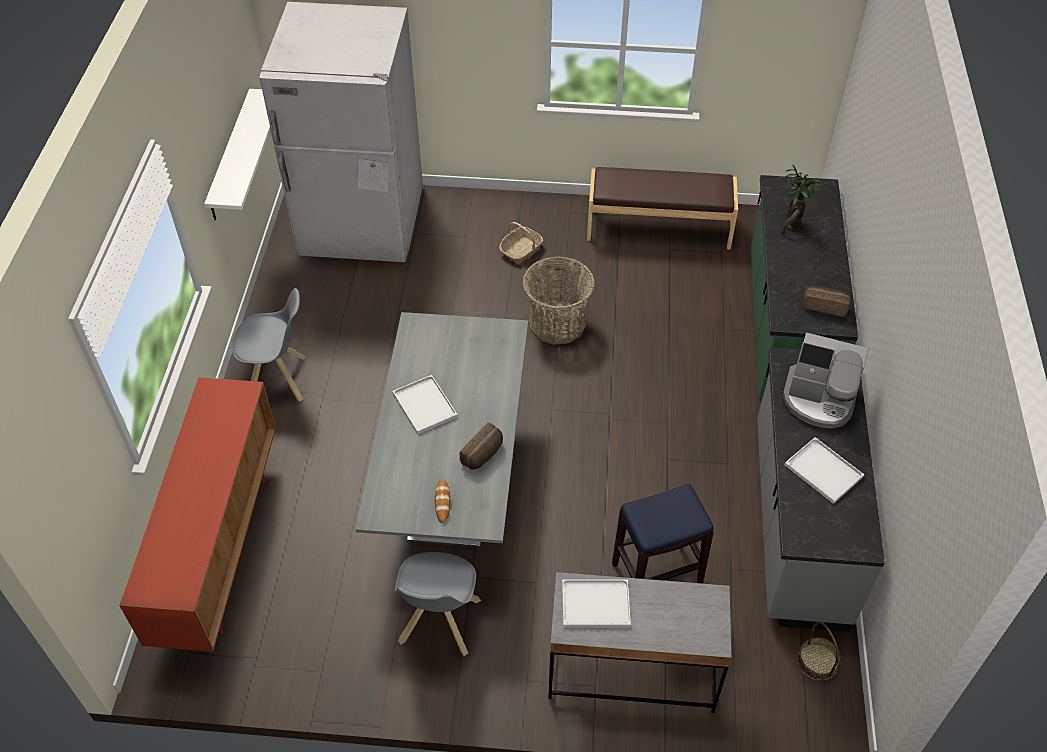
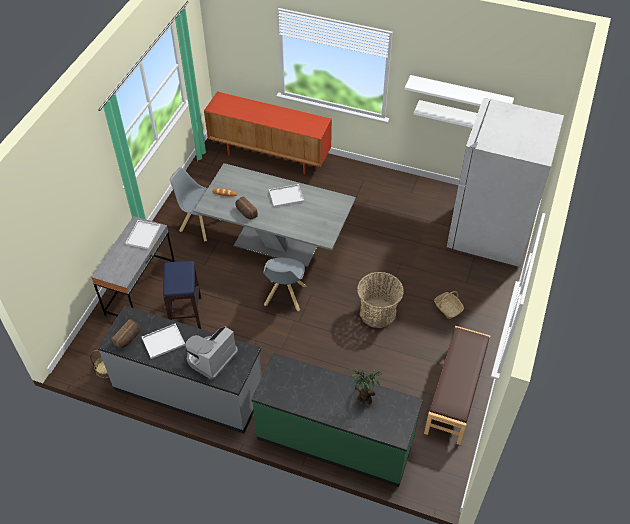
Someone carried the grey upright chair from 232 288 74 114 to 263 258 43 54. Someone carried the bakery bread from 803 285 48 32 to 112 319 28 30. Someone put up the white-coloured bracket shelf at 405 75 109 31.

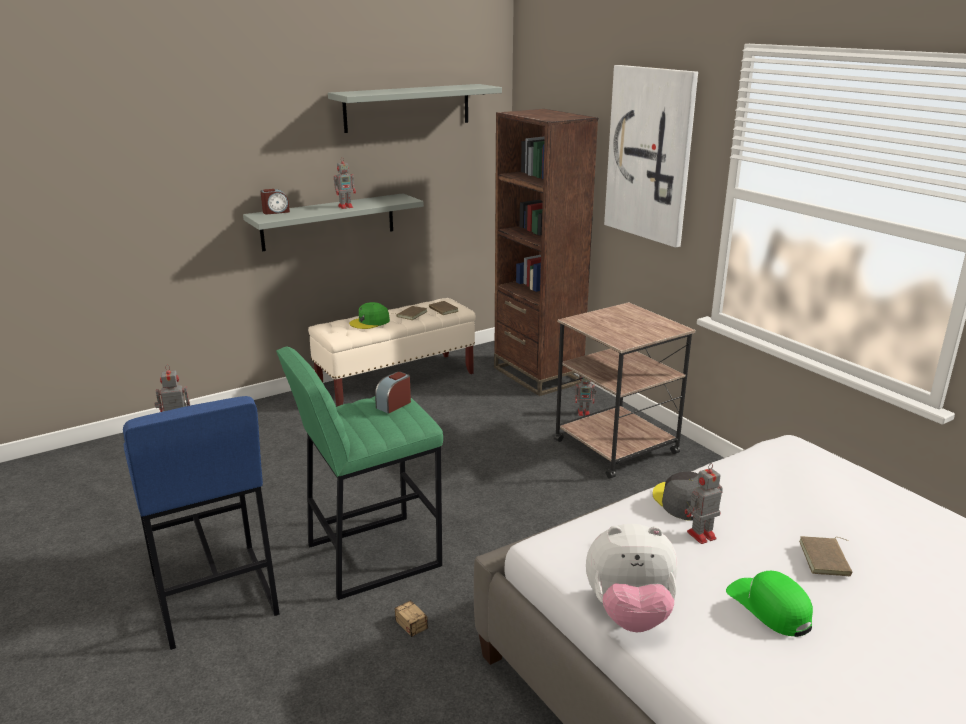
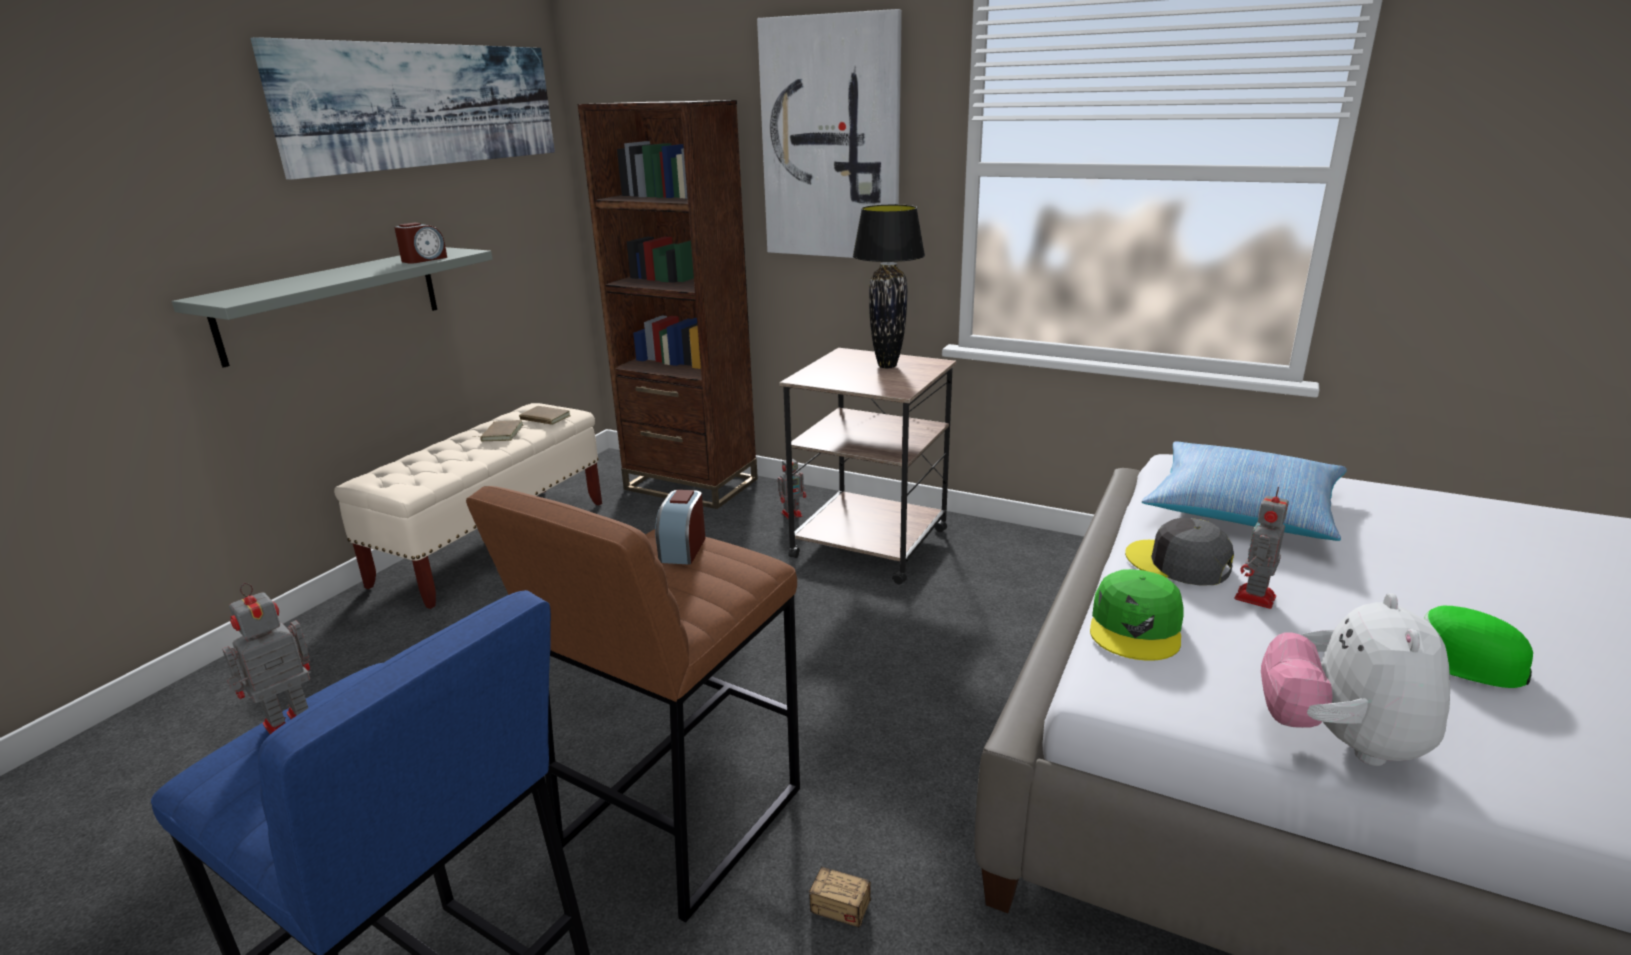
Someone carried the bedside clock from 261 189 29 25 to 394 222 53 42. Someone repainted the greenish sitting stool at 276 347 167 253, which became the brown-coloured sitting stool at 466 486 334 437. Someone swapped the grey bracket shelf at 328 84 174 49 for the wall art at 250 37 305 143. Someone took away the robot figure at 334 157 22 52. Someone carried the greenish baseball cap from 349 302 41 27 to 1090 569 94 91. Someone rotated the cuddly toy at 586 524 92 108 by 135 degrees clockwise. Someone took away the brown-coloured book at 799 536 53 40. Someone put down the blackish lamp for a table at 852 204 73 164. Someone put down the throw pillow at 1142 441 205 100.

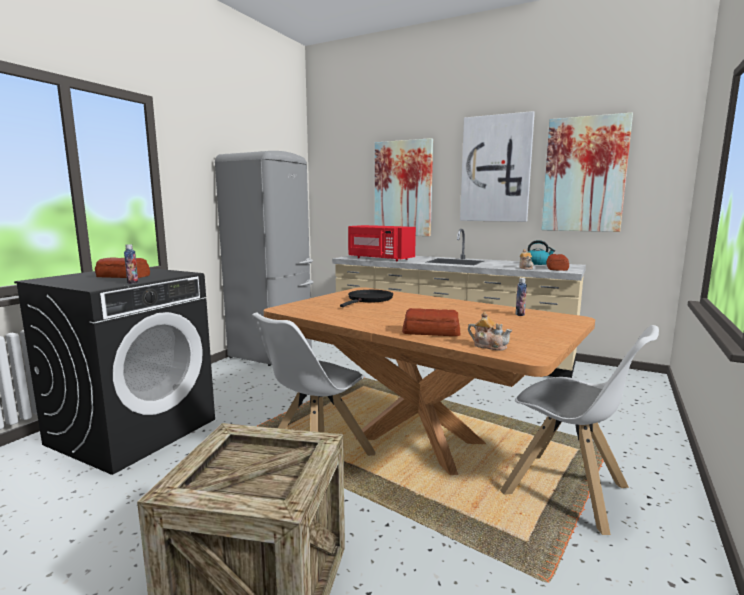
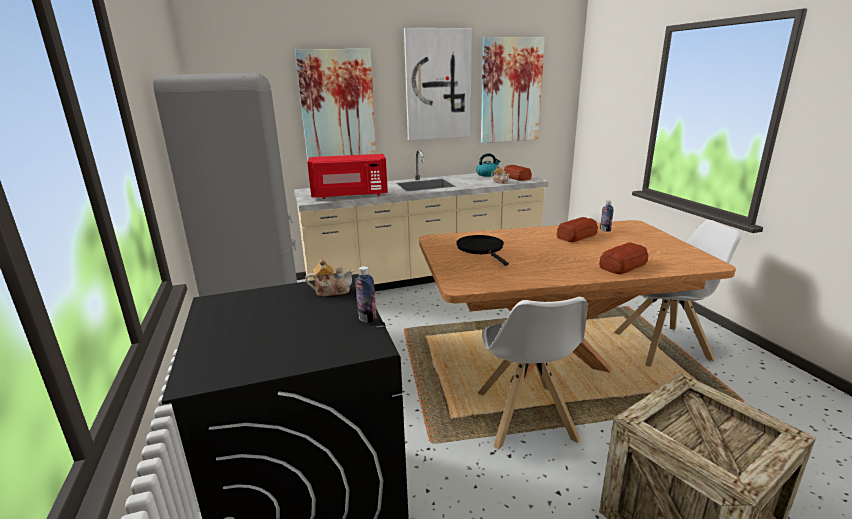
Someone carried the bakery bread from 95 258 55 20 to 557 217 41 25. Someone carried the teapot from 468 312 45 39 to 305 259 49 37.

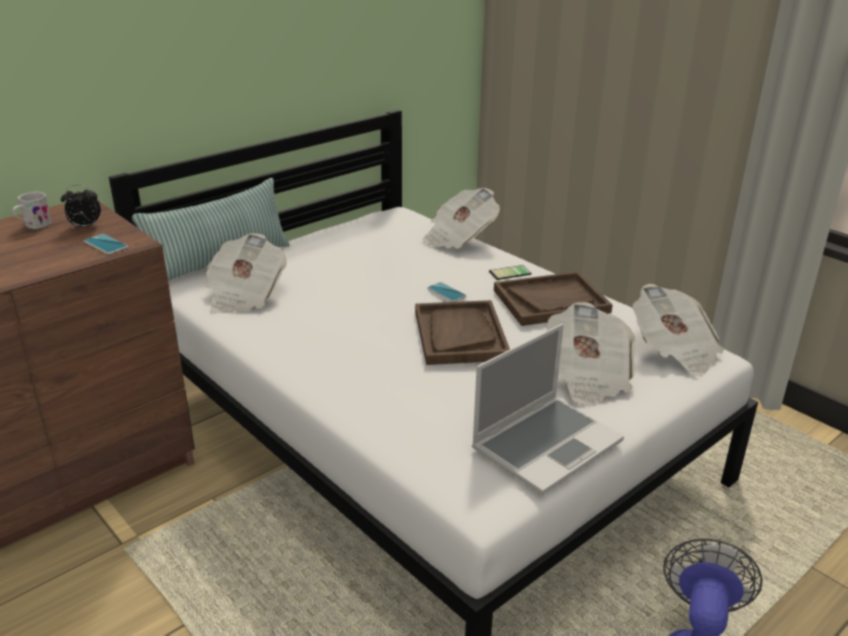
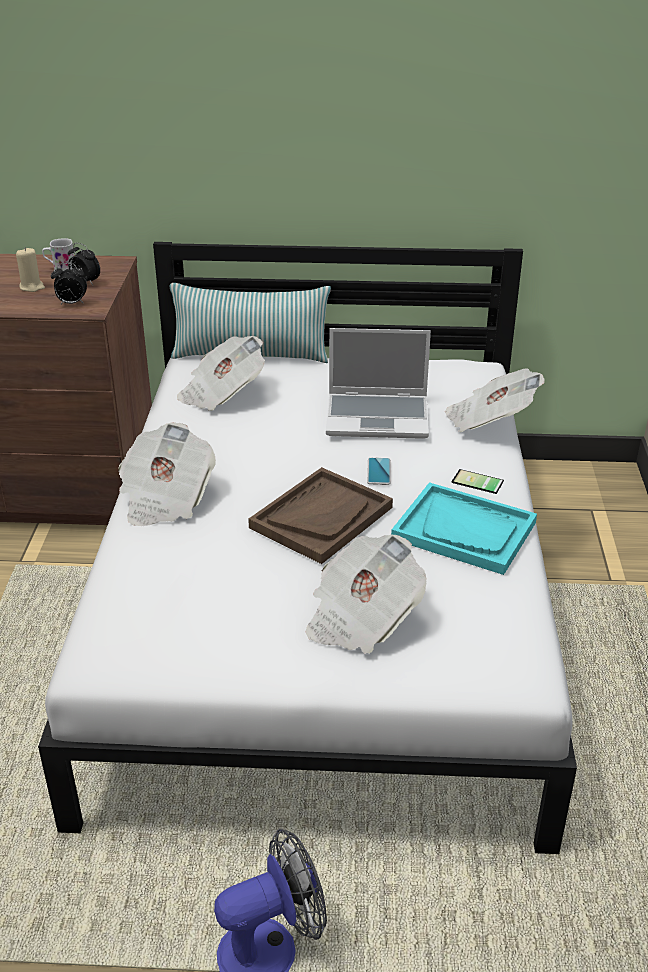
Someone swapped the telephone at 84 234 45 21 for the bedside clock at 51 263 36 41. Someone carried the laptop from 472 324 152 171 to 326 328 105 111. Someone repainted the brown-coloured carrying tray at 494 271 119 55, which became the turquoise-coloured carrying tray at 391 482 146 93. Someone carried the newspaper from 632 284 92 93 to 118 422 98 104. Someone put down the sand-coloured candle at 16 247 29 45.

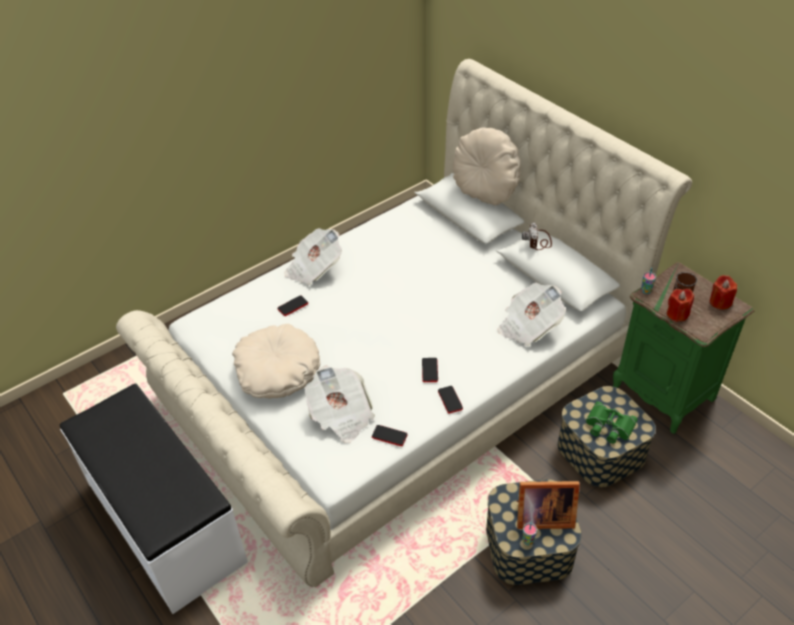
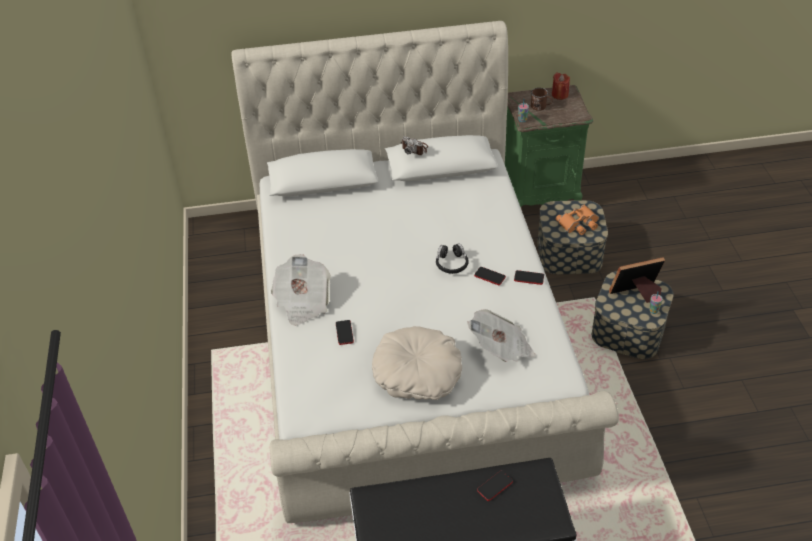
Someone carried the telephone from 372 425 36 21 to 477 470 36 31. Someone took away the sand-coloured throw pillow at 453 127 68 79. Someone took away the newspaper at 498 283 67 63. Someone rotated the photo frame at 516 481 64 48 by 135 degrees counterclockwise. Someone repainted the greenish pair of binoculars at 586 402 52 42, which became the orange pair of binoculars at 555 205 44 30. Someone took away the reddish candle at 667 289 27 33. Someone put down the blackish pair of headphones at 436 243 33 31.

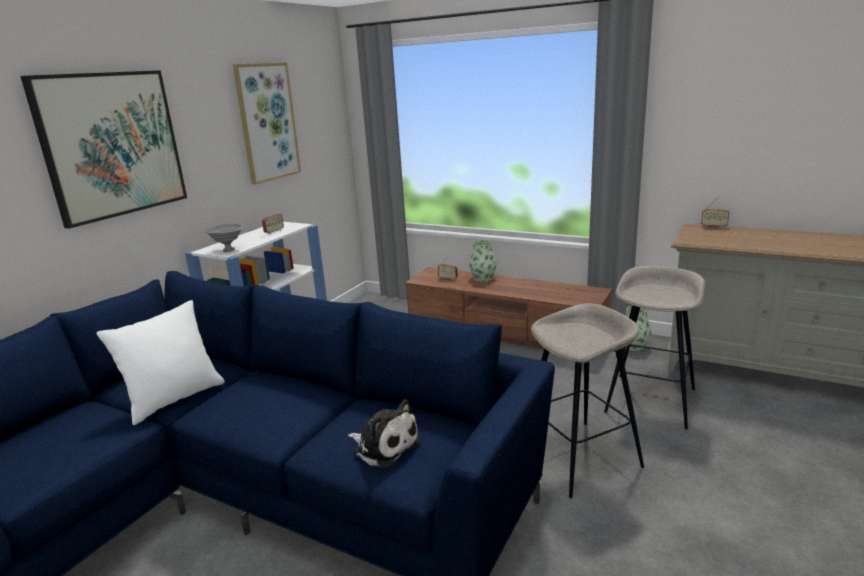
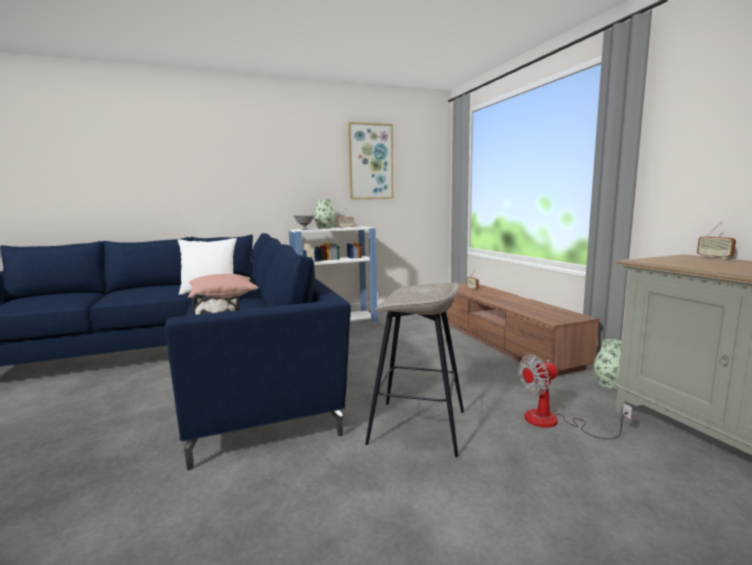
Someone took away the wall art at 21 70 166 159. Someone carried the decorative vase from 469 240 28 42 to 314 199 21 30. Someone swapped the grey sitting stool at 604 266 101 164 for the electric fan at 518 354 114 85. Someone put down the pink throw pillow at 188 274 70 24.

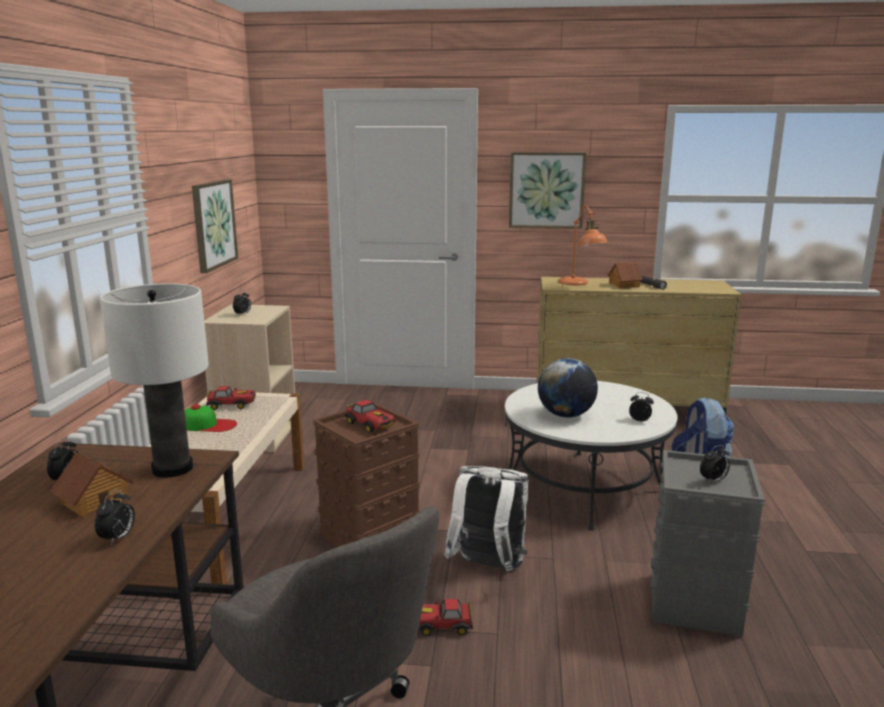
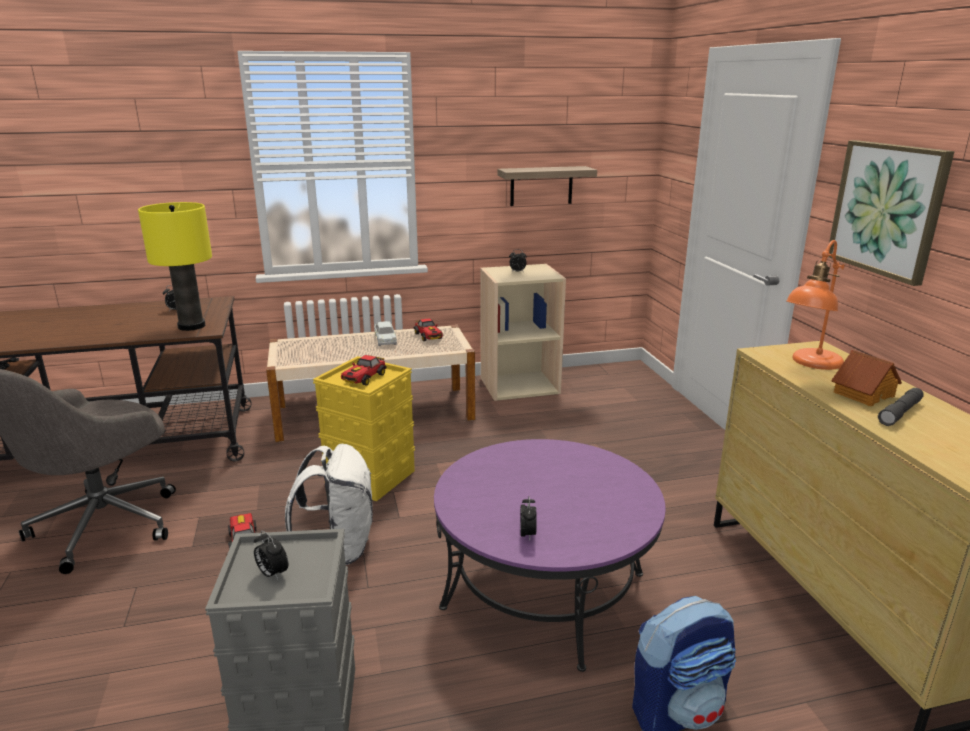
Someone took away the toy house at 50 452 84 65. Someone took away the bedside clock at 95 489 40 57. Someone repainted the white-coloured lamp for a table at 100 283 109 195, which became the yellowish lamp for a table at 138 202 74 129. Someone swapped the baseball cap at 185 404 52 28 for the white-coloured model car at 374 321 23 25. Someone swapped the wall art at 192 180 46 93 for the bracket shelf at 497 166 100 40. Someone repainted the brown-coloured storage box at 313 402 107 145, which became the yellowish storage box at 313 356 102 145. Someone repainted the white-coloured lounge table at 505 381 173 149, which became the purplish lounge table at 434 439 232 233. Someone took away the world globe at 538 358 60 60.

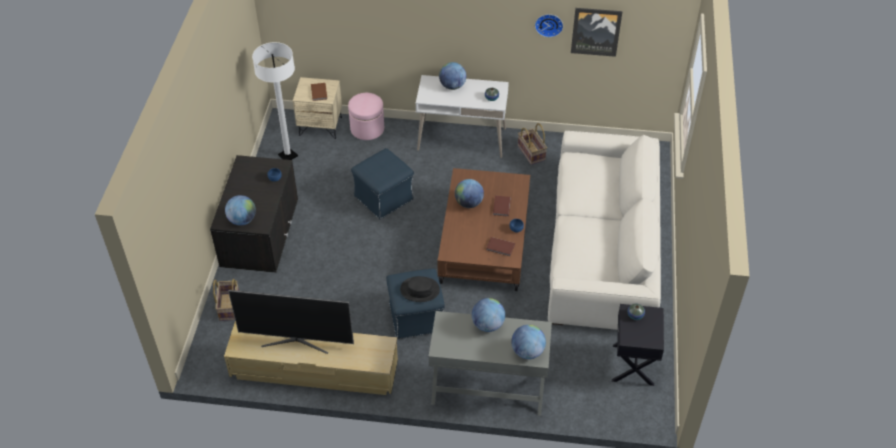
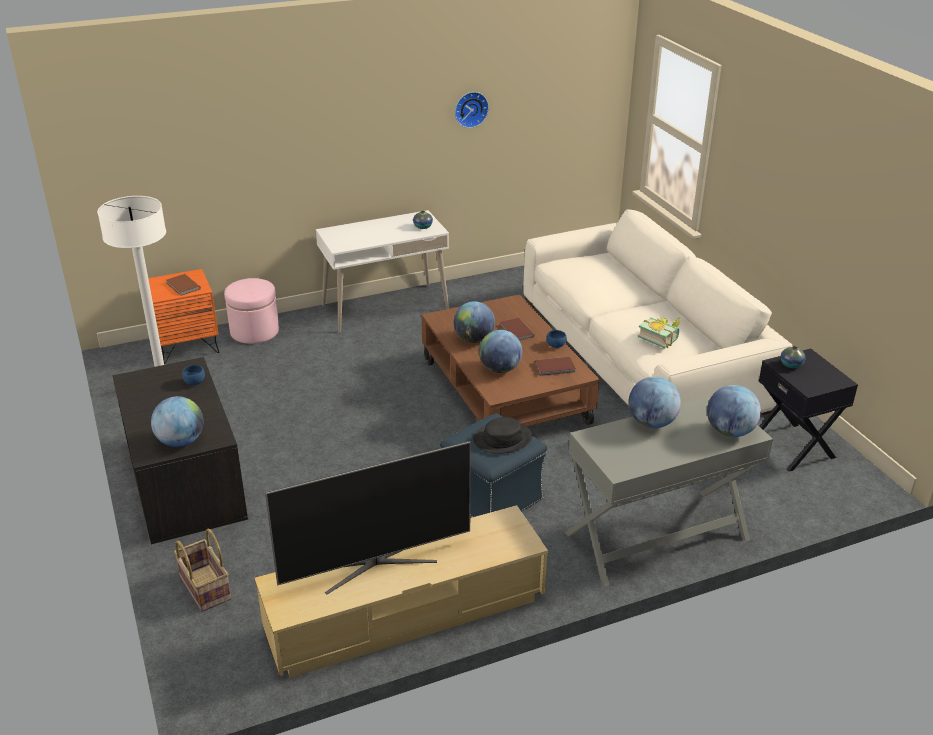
Someone repainted the sand-coloured night table at 293 77 49 62, which became the orange night table at 148 269 71 95. Someone took away the blue pouffe at 351 148 63 71. Someone carried the world globe from 439 62 27 28 to 479 330 43 43. Someone took away the basket at 518 123 29 42. Someone took away the wall art at 571 8 51 49. Someone put down the book at 638 317 42 31.

